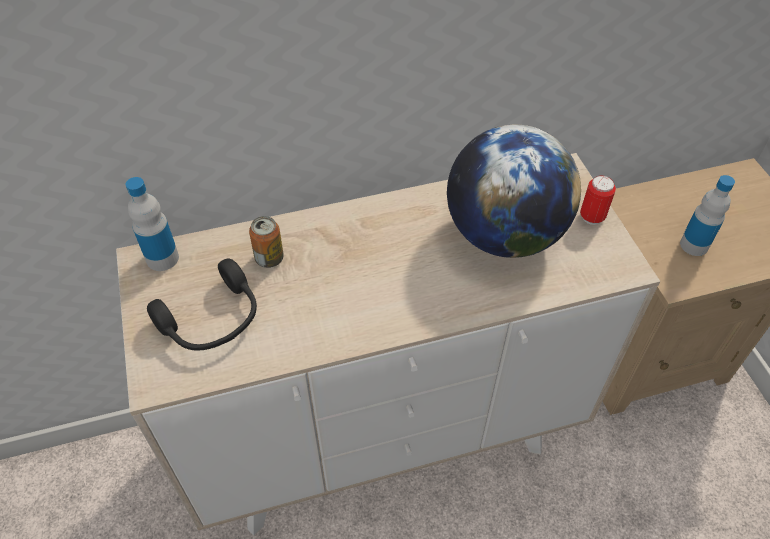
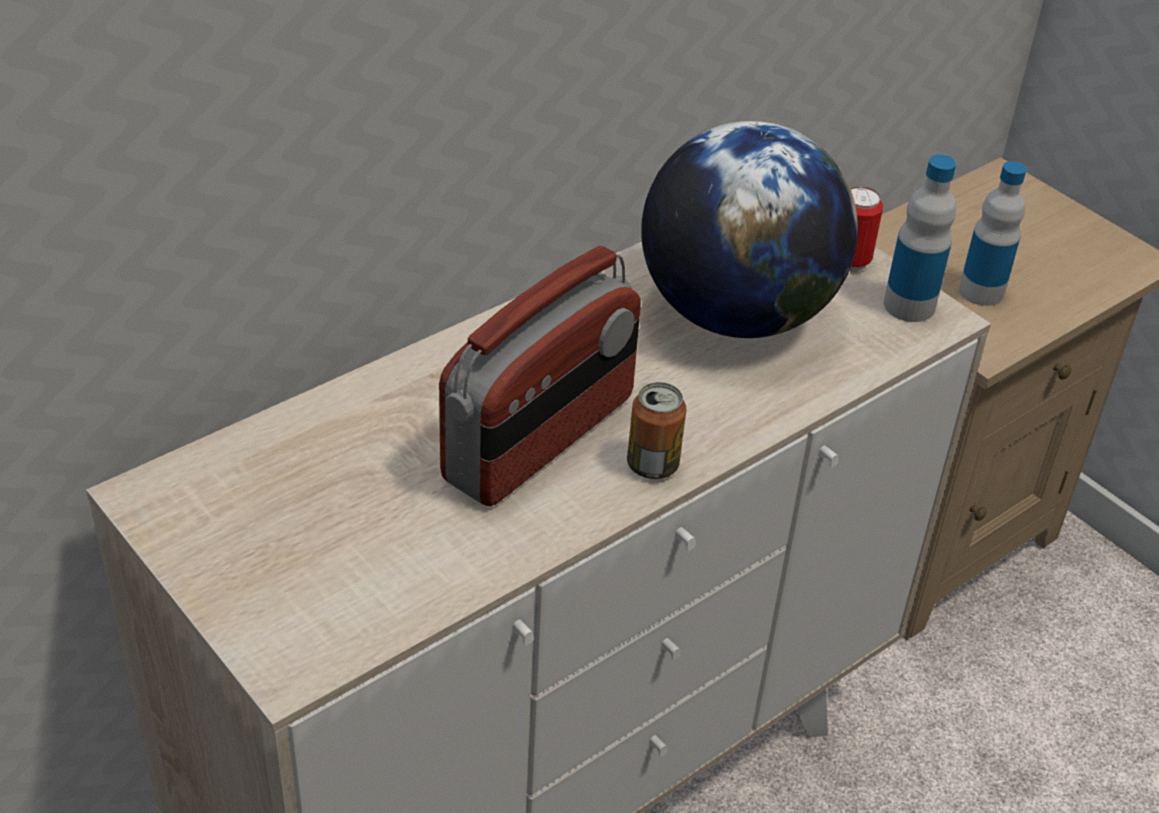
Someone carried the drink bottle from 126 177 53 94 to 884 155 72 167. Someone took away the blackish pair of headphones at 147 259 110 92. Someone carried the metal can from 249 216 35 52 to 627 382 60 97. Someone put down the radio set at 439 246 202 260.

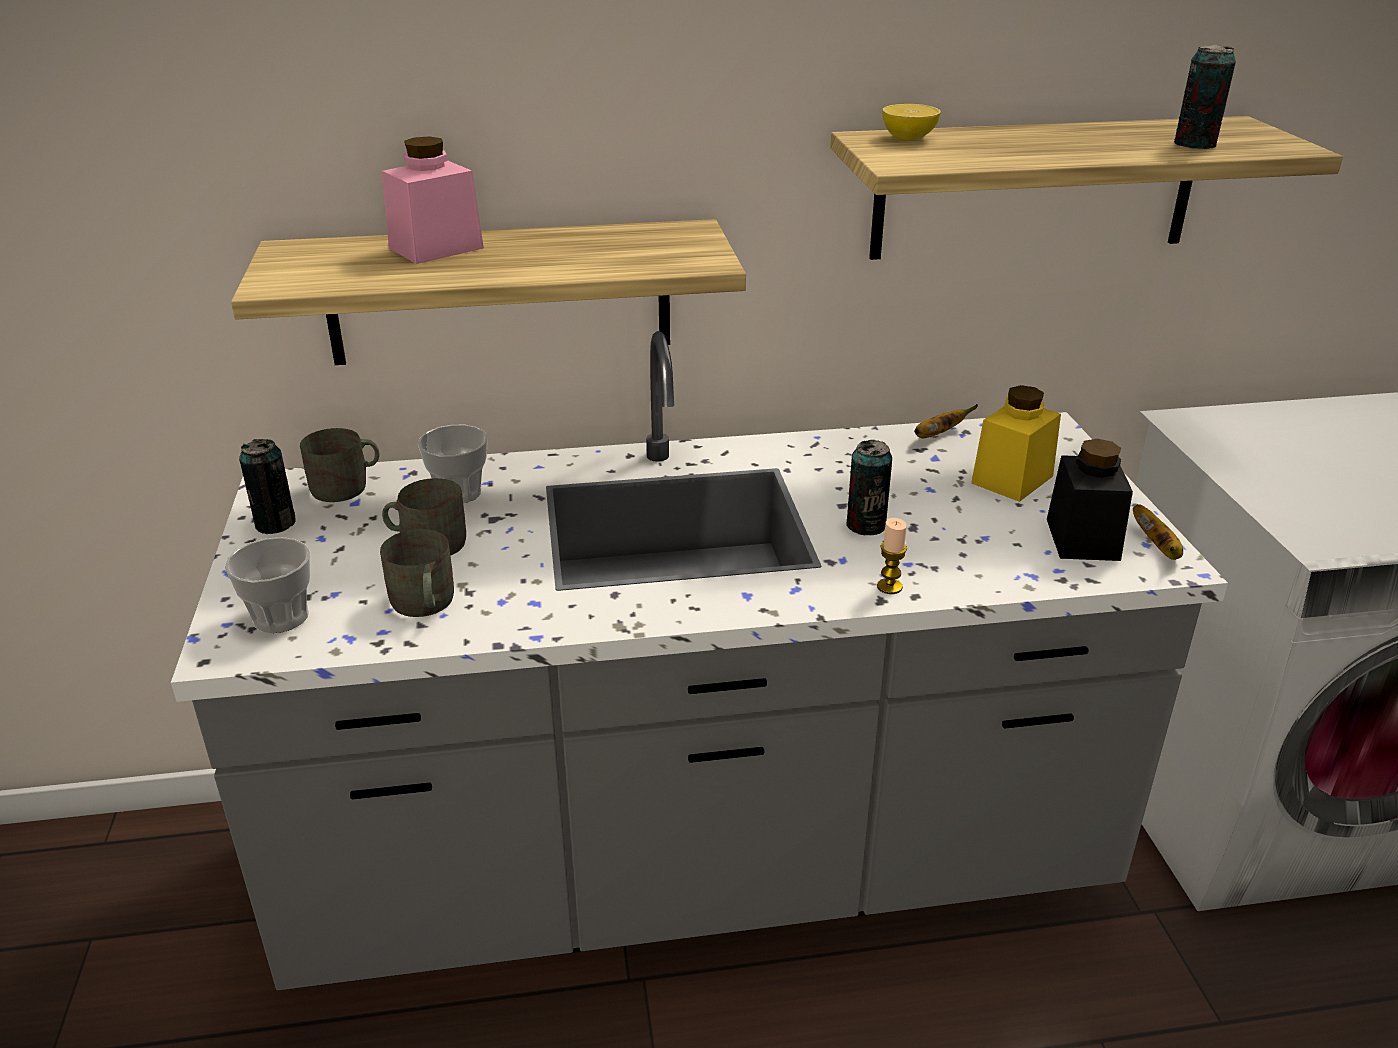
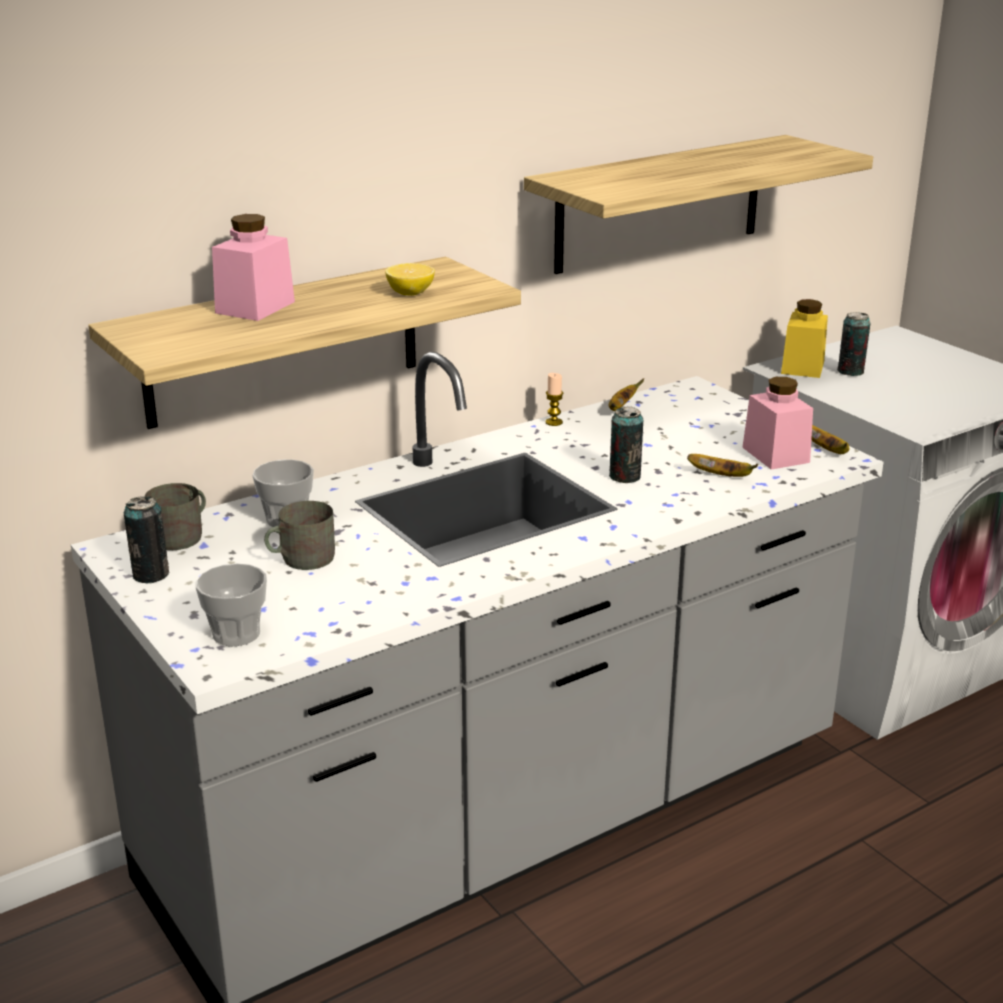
Someone took away the grey coffee mug at 380 529 74 88. Someone carried the candle from 877 518 30 76 to 545 373 18 53. Someone carried the whole lemon from 882 104 59 37 to 385 263 50 33. Someone carried the yellowish jar from 971 385 90 117 to 781 299 47 79. Someone repainted the blackish jar at 1047 439 86 122, which became the pink jar at 742 377 71 93. Someone carried the metal can from 1174 44 62 105 to 837 312 33 64. Someone put down the whole banana at 687 454 71 23.

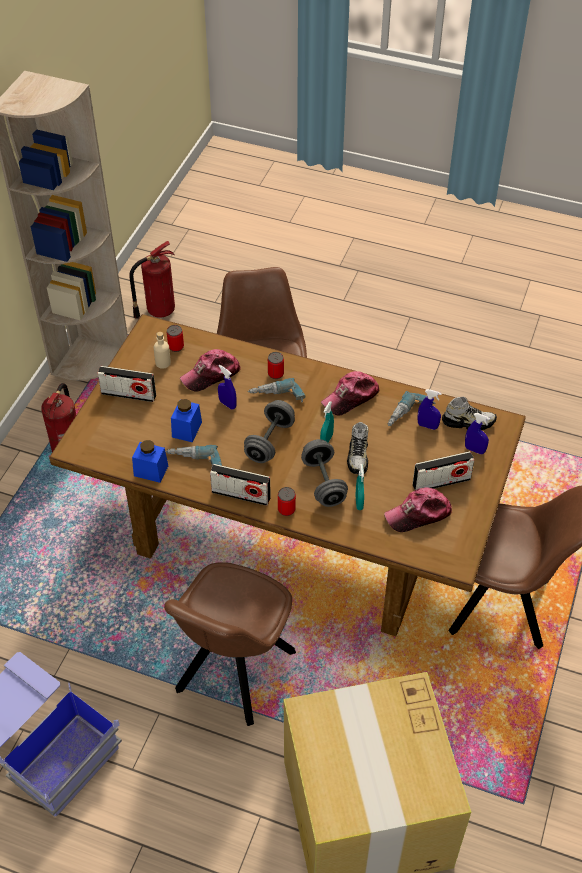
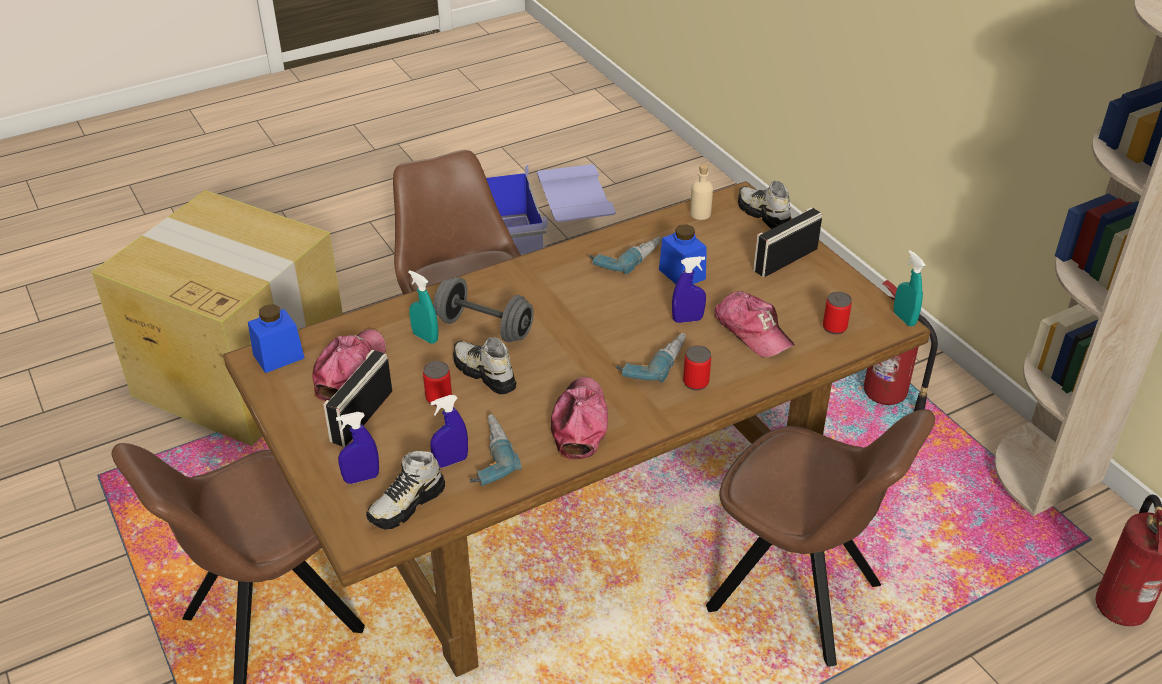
Someone carried the blue jar from 132 440 36 43 to 248 304 56 69. Someone carried the sand-coloured drink bottle from 154 332 17 37 to 690 164 23 56. Someone rotated the baseball cap at 180 349 61 43 by 135 degrees clockwise. Someone took away the radio set at 210 464 61 42. Someone took away the grey free weight at 244 400 51 63. Someone carried the metal can from 278 487 18 29 to 423 361 29 45. Someone carried the turquoise-coloured spray bottle from 320 401 14 42 to 894 250 32 77. Someone put down the low shoe at 738 181 53 48.

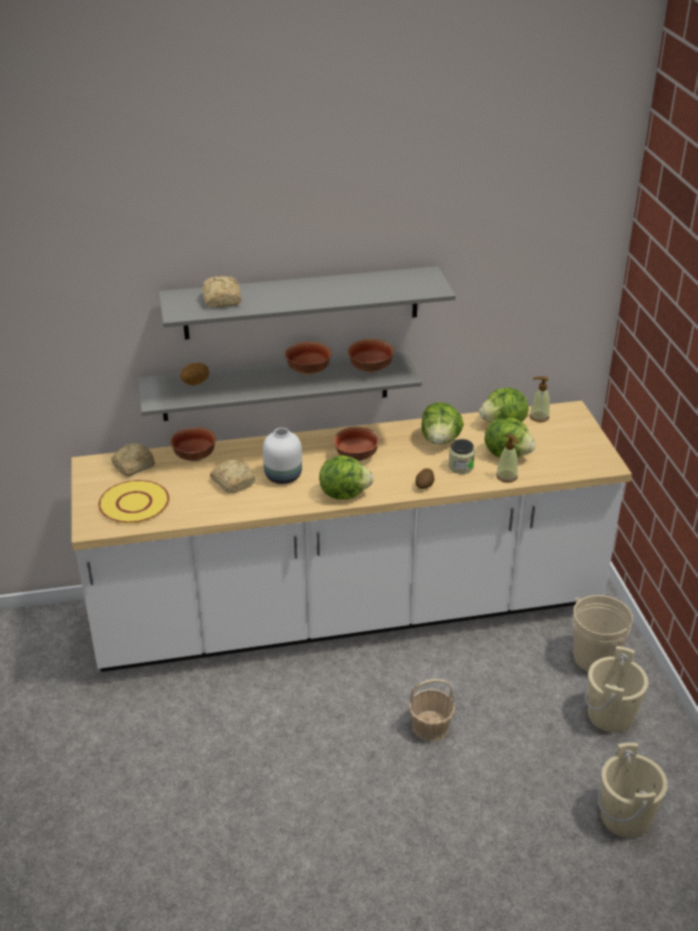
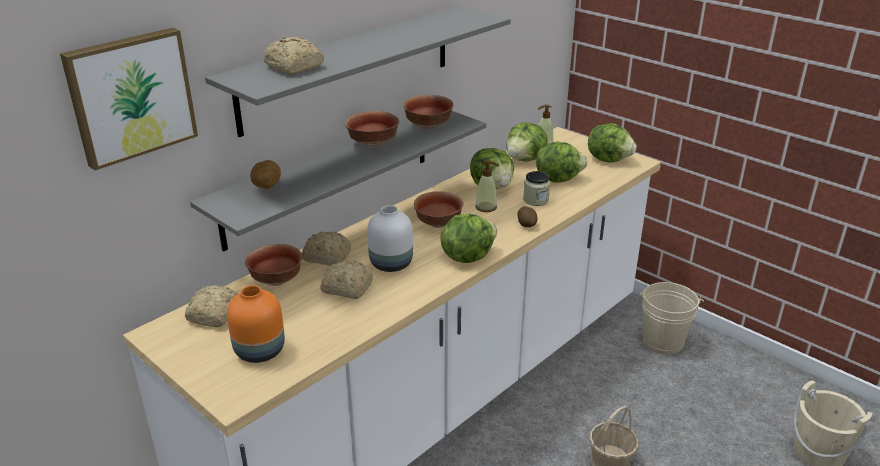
Someone swapped the yellowish flat dish at 98 480 71 44 for the orange decorative vase at 227 285 58 78. Someone carried the soap dispenser from 496 434 23 48 to 475 160 24 52. Someone took away the sand-coloured pail at 585 646 63 87. Someone put up the wall art at 60 28 138 142. Someone put down the bakery bread at 302 231 49 35. Someone put down the head of lettuce at 588 123 49 40.

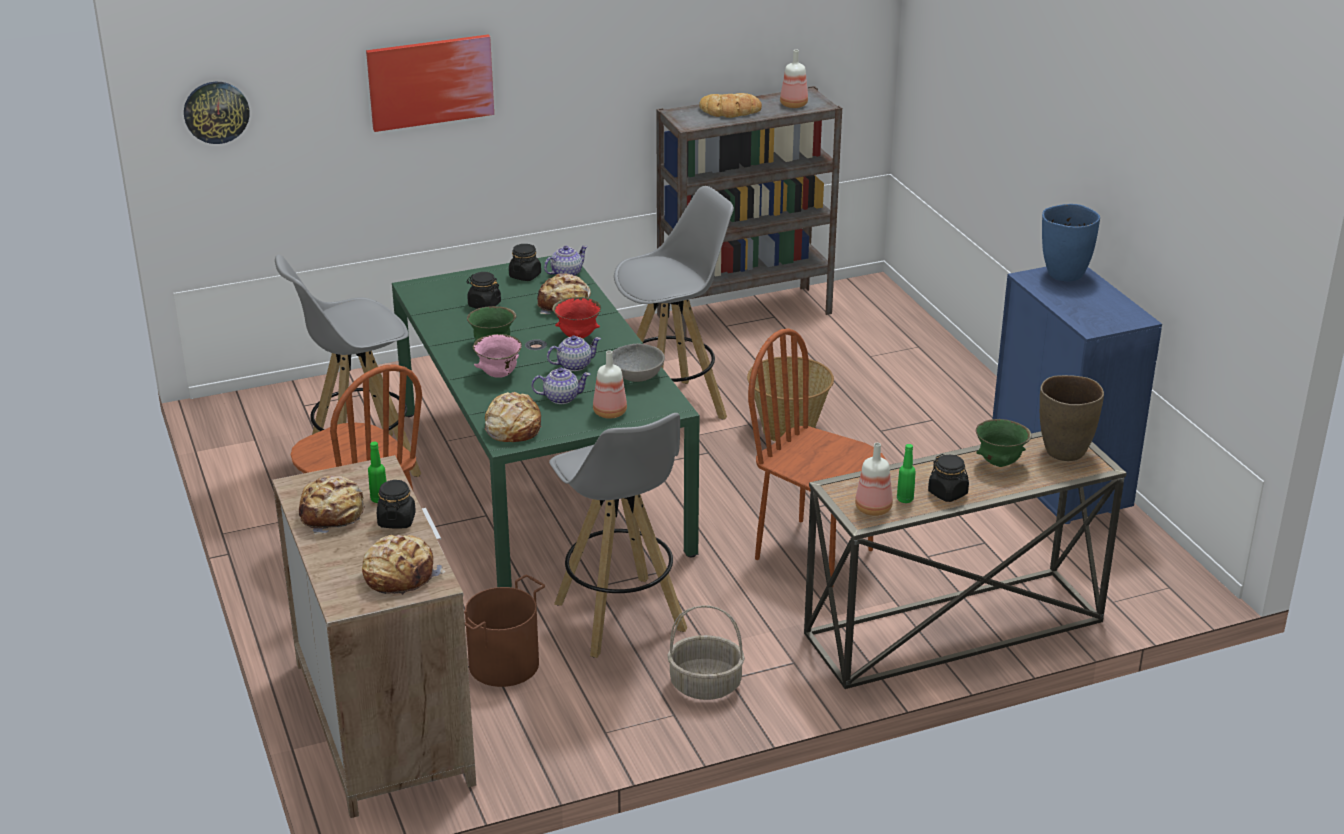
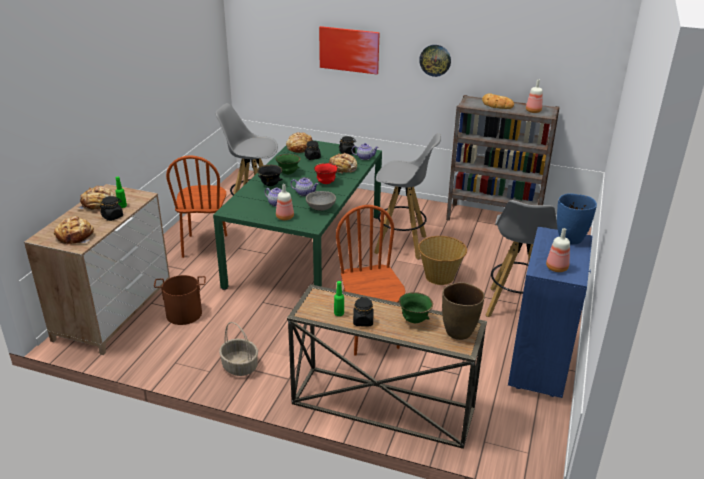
Someone carried the hanging clock from 184 82 66 62 to 419 45 32 32. Someone repainted the pink deep dish at 473 334 49 44, which became the blackish deep dish at 257 165 25 21. Someone carried the bakery bread from 485 392 56 50 to 286 132 27 21. Someone carried the grey sitting stool from 549 413 138 245 to 486 200 72 117. Someone carried the drink bottle from 855 443 38 73 to 546 228 24 44.

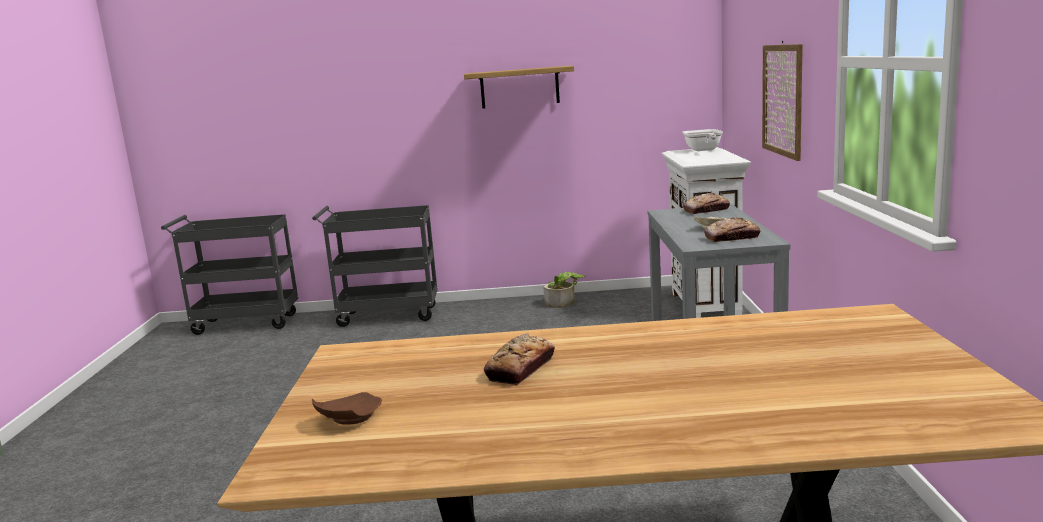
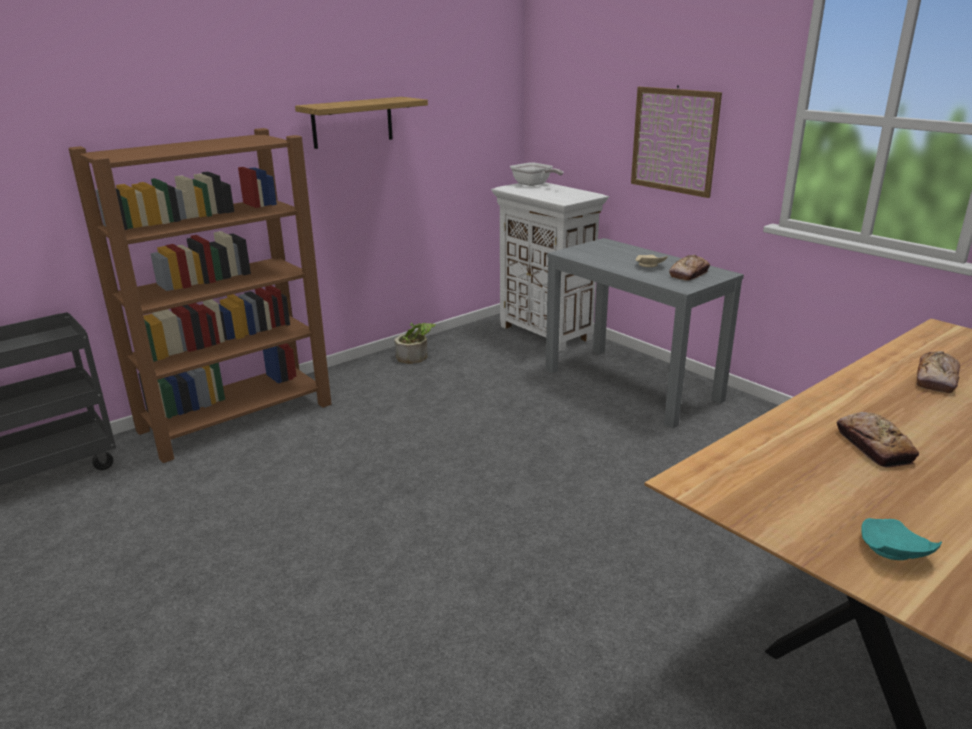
Someone swapped the grey trolley at 312 205 126 122 for the brown-coloured bookshelf at 69 128 262 335. Someone repainted the brown-coloured flat dish at 312 392 70 33, which became the turquoise-coloured flat dish at 861 518 81 42. Someone carried the bakery bread from 683 193 47 21 to 916 351 44 42.

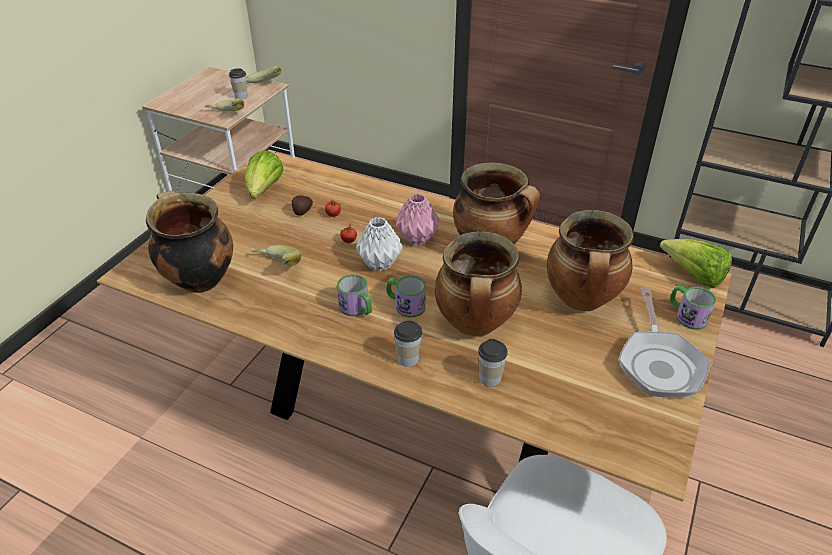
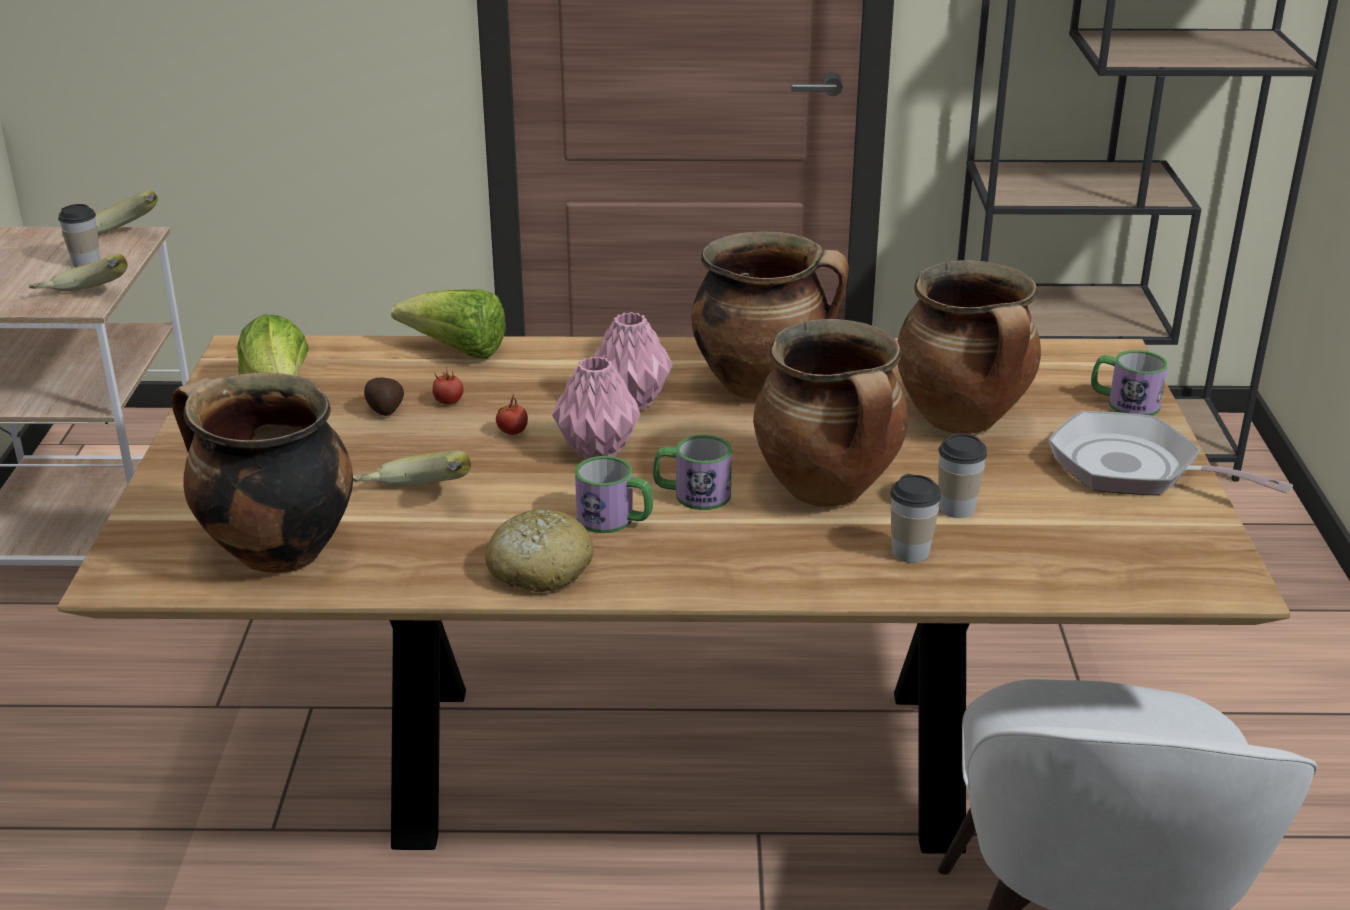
Someone repainted the white-coloured decorative vase at 356 217 47 54, which became the pink decorative vase at 552 356 88 104. Someone carried the drinking cup from 394 320 28 47 to 938 433 49 85. Someone rotated the pan at 618 288 93 110 by 150 degrees clockwise. Someone carried the head of lettuce from 660 239 72 49 to 391 289 115 70. Someone put down the bakery bread at 485 509 109 83.

